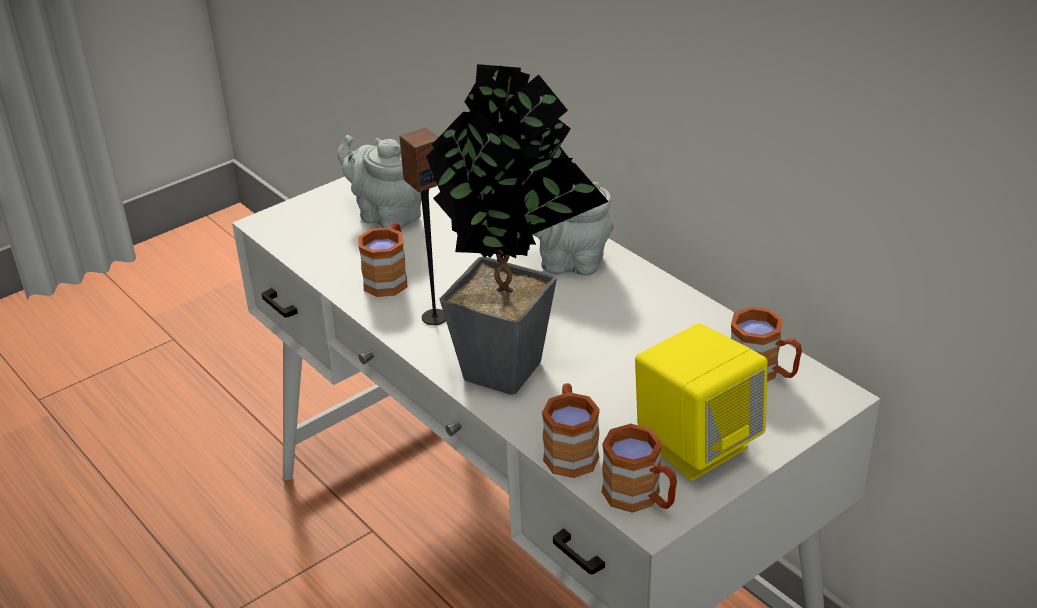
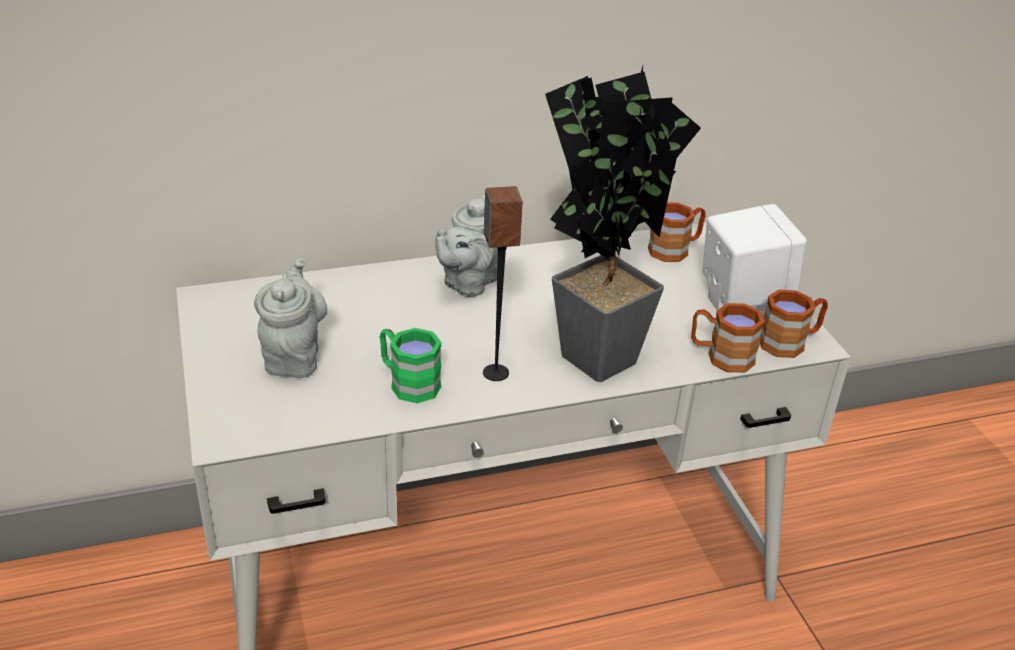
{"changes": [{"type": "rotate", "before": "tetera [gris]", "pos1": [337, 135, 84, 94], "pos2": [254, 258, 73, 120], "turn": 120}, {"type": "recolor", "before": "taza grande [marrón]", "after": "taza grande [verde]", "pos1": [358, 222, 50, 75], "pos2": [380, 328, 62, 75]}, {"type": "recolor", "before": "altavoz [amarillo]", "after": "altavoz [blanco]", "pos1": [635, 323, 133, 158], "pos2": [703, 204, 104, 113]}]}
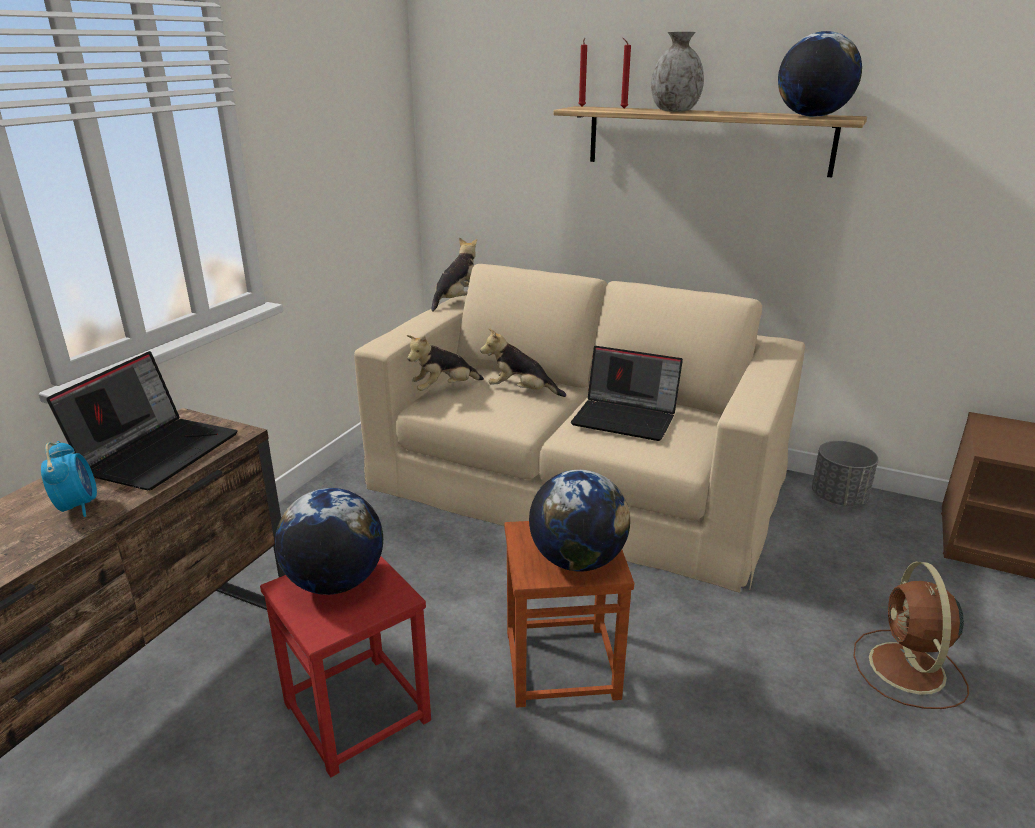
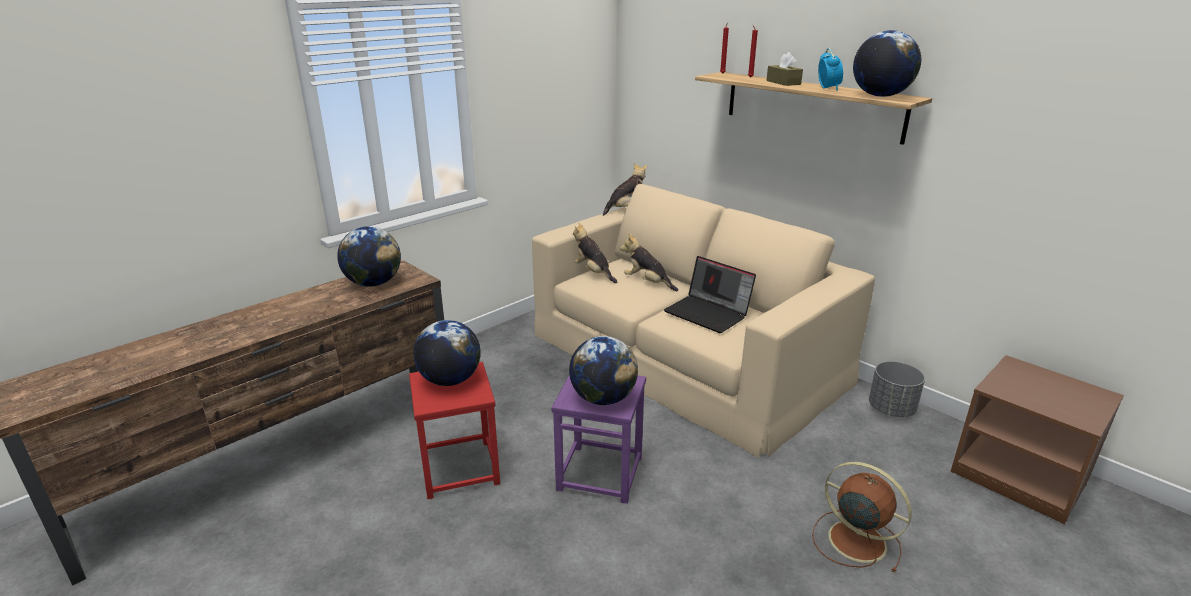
{"changes": [{"type": "replace", "before": "florero [gris]", "after": "caja de pañuelos [marrón]", "pos1": [651, 32, 53, 80], "pos2": [766, 52, 37, 34]}, {"type": "rotate", "before": "peluche", "pos1": [407, 335, 77, 56], "pos2": [573, 223, 44, 60], "turn": 60}, {"type": "replace", "before": "portátil", "after": "globo terráqueo", "pos1": [46, 351, 192, 139], "pos2": [337, 226, 64, 61]}, {"type": "move", "before": "despertador", "pos1": [41, 441, 56, 76], "pos2": [818, 48, 25, 43]}, {"type": "recolor", "before": "taburete [marrón]", "after": "taburete [morado]", "pos1": [504, 521, 130, 187], "pos2": [551, 376, 95, 128]}, {"type": "rotate", "before": "ventilador [marrón]", "pos1": [853, 562, 116, 147], "pos2": [812, 462, 100, 111], "turn": 105}]}
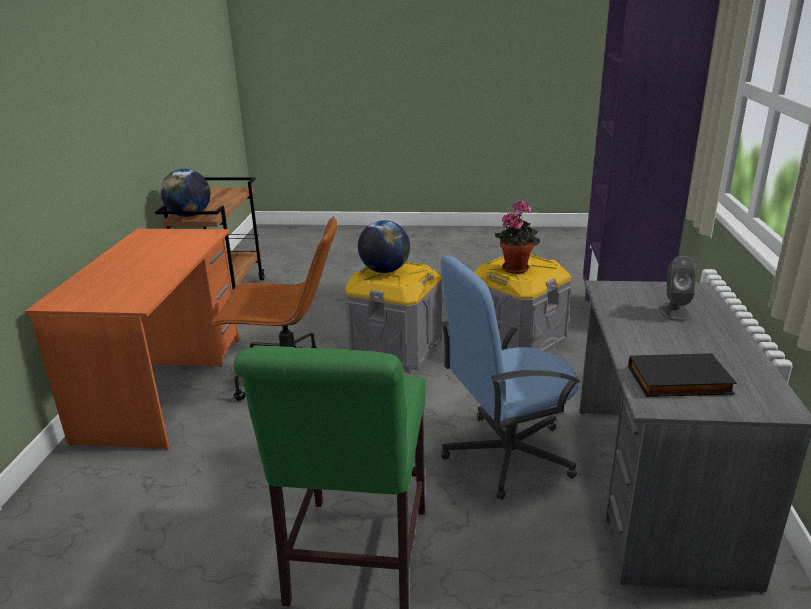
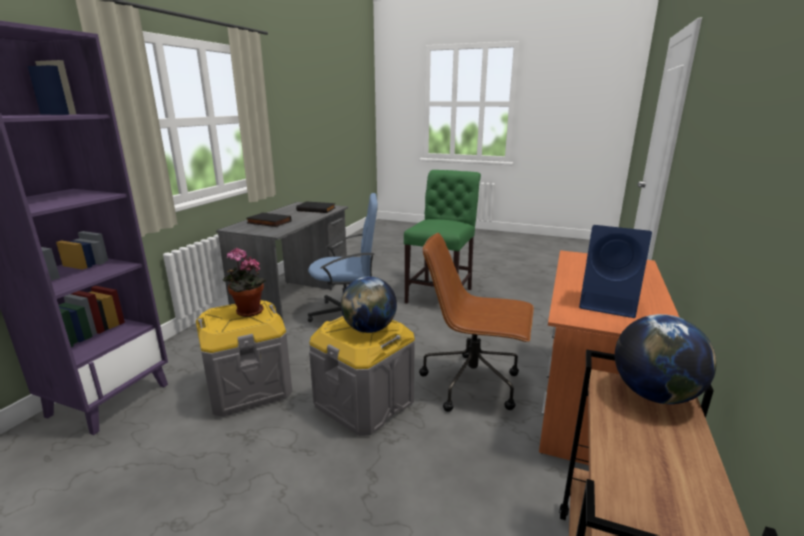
{"changes": [{"type": "replace", "before": "altavoz [gris]", "after": "libro [negro]", "pos1": [659, 256, 37, 65], "pos2": [247, 212, 44, 15]}, {"type": "insert", "after": "altavoz [azul]", "pos2": [579, 225, 73, 93]}]}
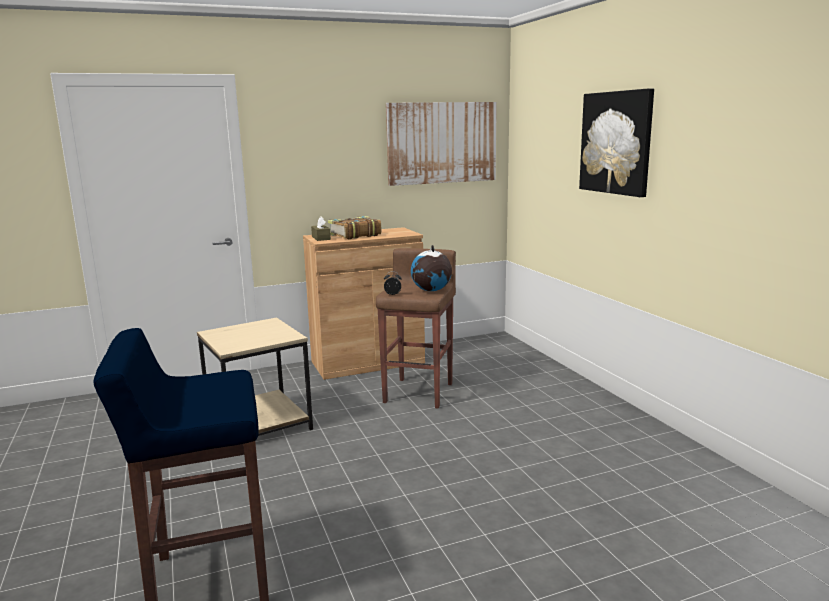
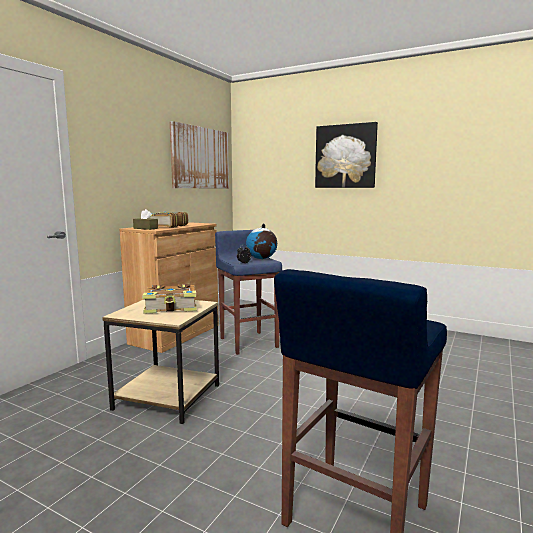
{"changes": [{"type": "recolor", "before": "taburete [marrón]", "after": "taburete [azul]", "pos1": [376, 248, 80, 161], "pos2": [215, 230, 67, 125]}, {"type": "insert", "after": "libro", "pos2": [142, 284, 55, 30]}]}
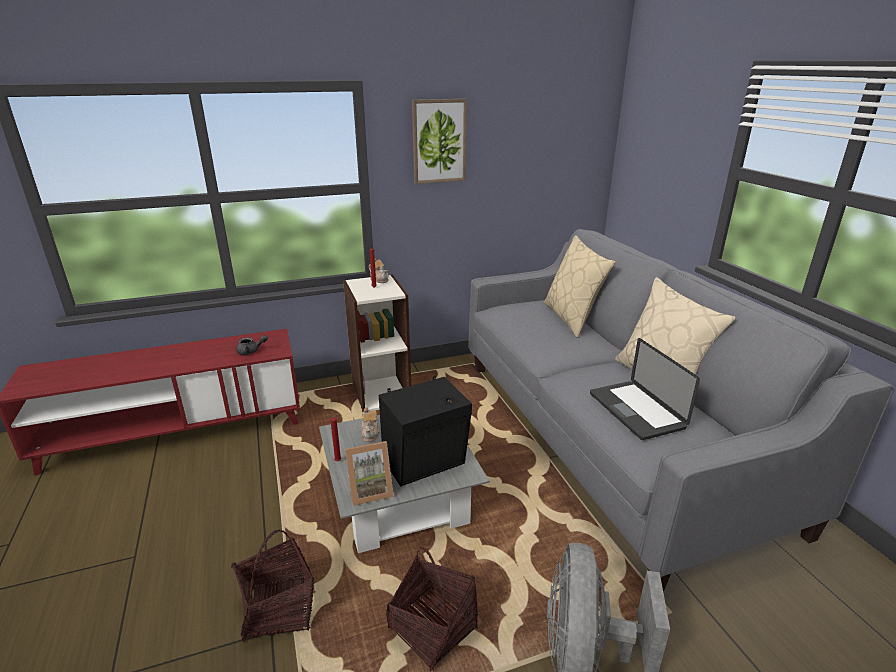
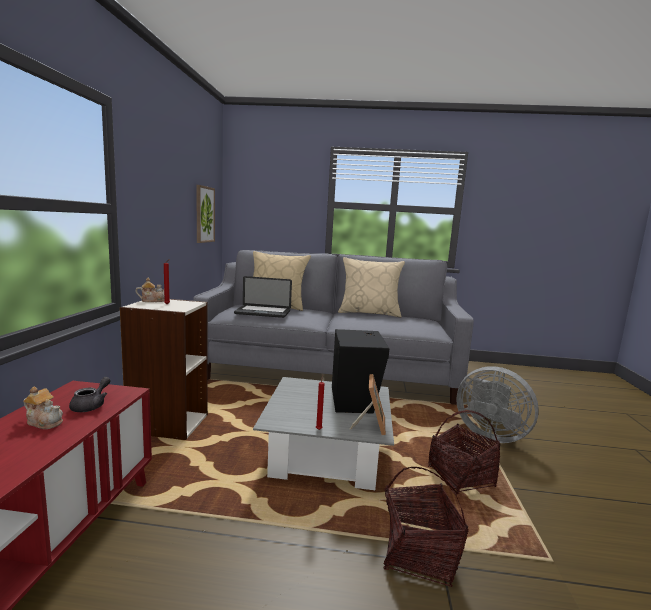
{"changes": [{"type": "move", "before": "cuadro", "pos1": [412, 99, 55, 85], "pos2": [196, 185, 19, 58]}, {"type": "move", "before": "portátil", "pos1": [590, 338, 110, 102], "pos2": [234, 276, 58, 42]}, {"type": "move", "before": "tetera", "pos1": [361, 407, 19, 35], "pos2": [23, 386, 40, 43]}]}
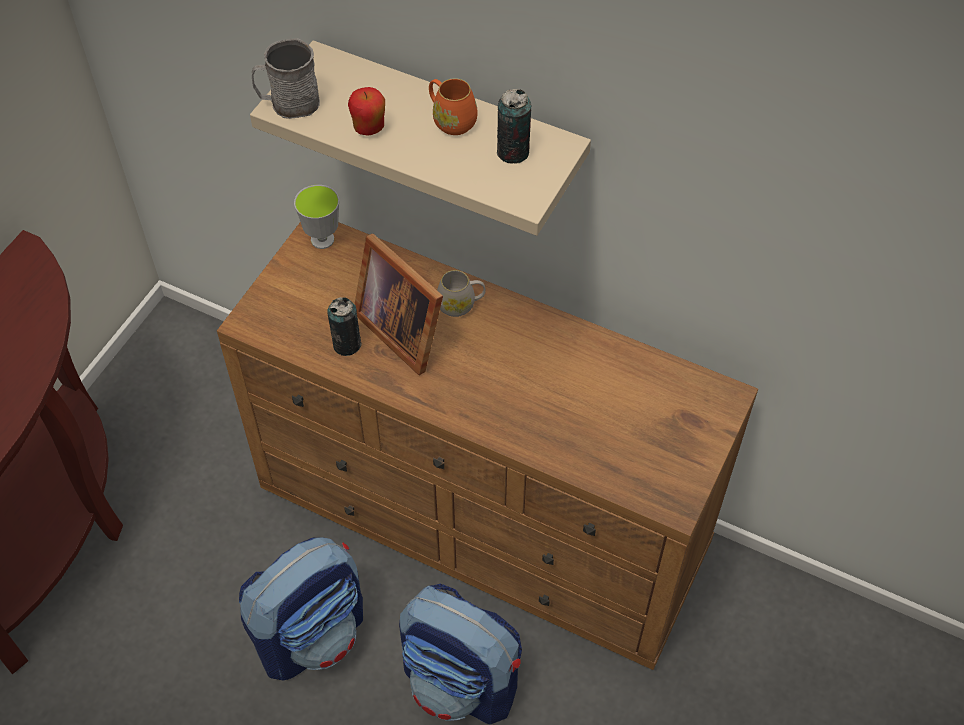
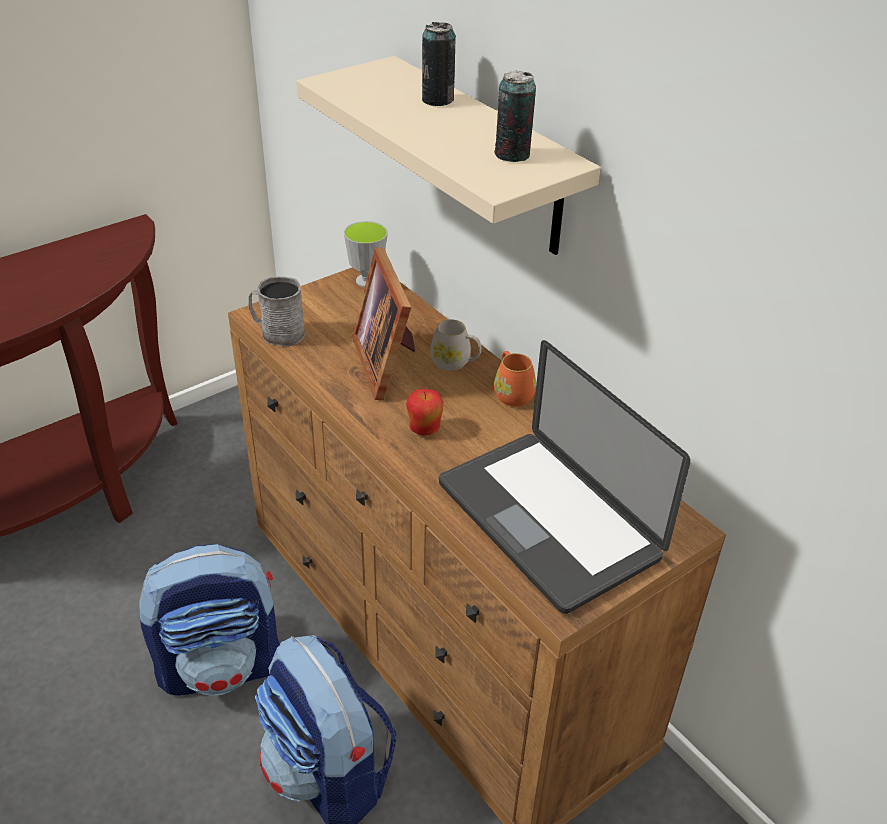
{"changes": [{"type": "move", "before": "taza grande [gris]", "pos1": [252, 38, 68, 81], "pos2": [248, 276, 57, 71]}, {"type": "move", "before": "taza grande [naranja]", "pos1": [429, 78, 49, 57], "pos2": [494, 351, 42, 55]}, {"type": "move", "before": "manzana", "pos1": [348, 87, 37, 49], "pos2": [406, 389, 37, 47]}, {"type": "move", "before": "lata", "pos1": [327, 297, 35, 59], "pos2": [422, 22, 34, 84]}, {"type": "insert", "after": "portátil", "pos2": [439, 340, 252, 274]}]}
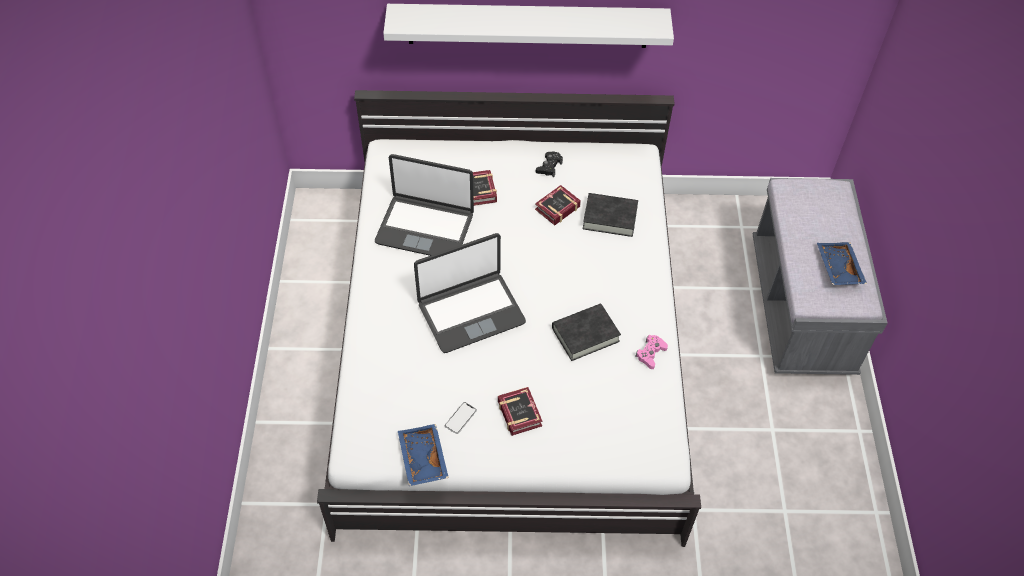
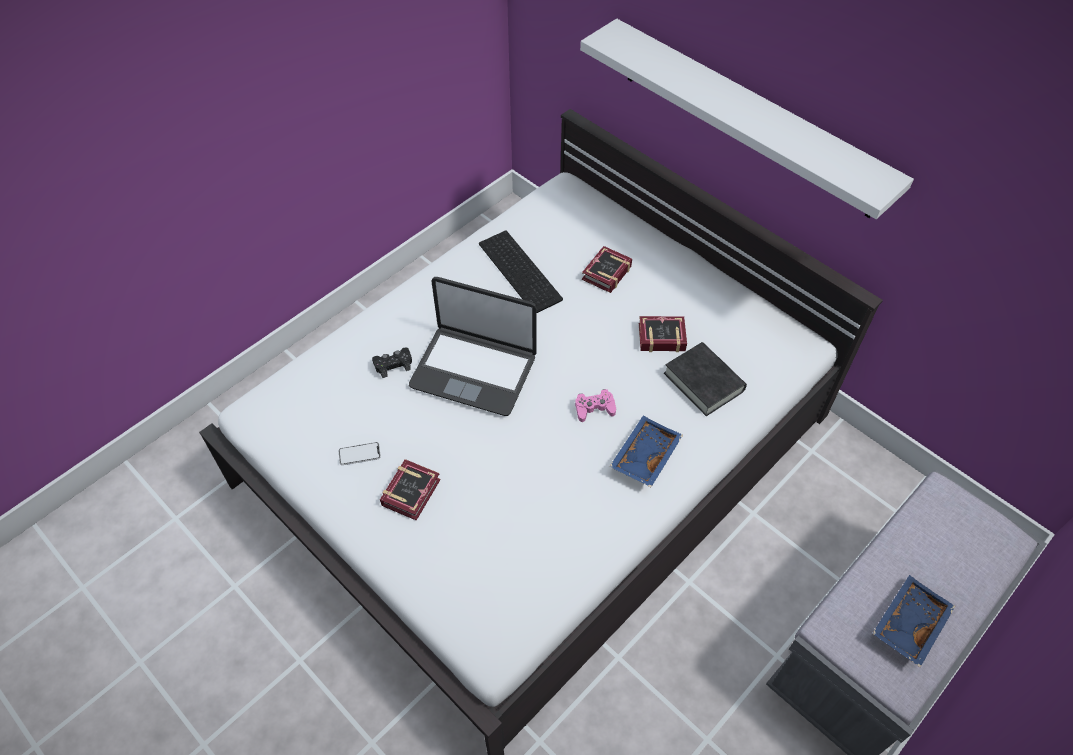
{"changes": [{"type": "move", "before": "mando de consola [negro]", "pos1": [536, 151, 27, 26], "pos2": [372, 347, 40, 31]}, {"type": "replace", "before": "portátil", "after": "teclado", "pos1": [375, 154, 99, 102], "pos2": [479, 230, 84, 84]}, {"type": "delete", "before": "libro [negro]", "pos1": [552, 304, 69, 57]}, {"type": "move", "before": "mando de consola [rosa]", "pos1": [635, 335, 33, 34], "pos2": [575, 389, 41, 33]}, {"type": "move", "before": "bandeja [azul]", "pos1": [398, 424, 51, 62], "pos2": [609, 416, 74, 71]}]}
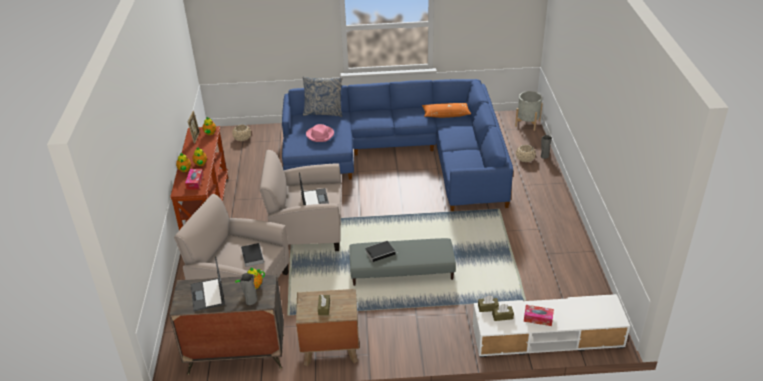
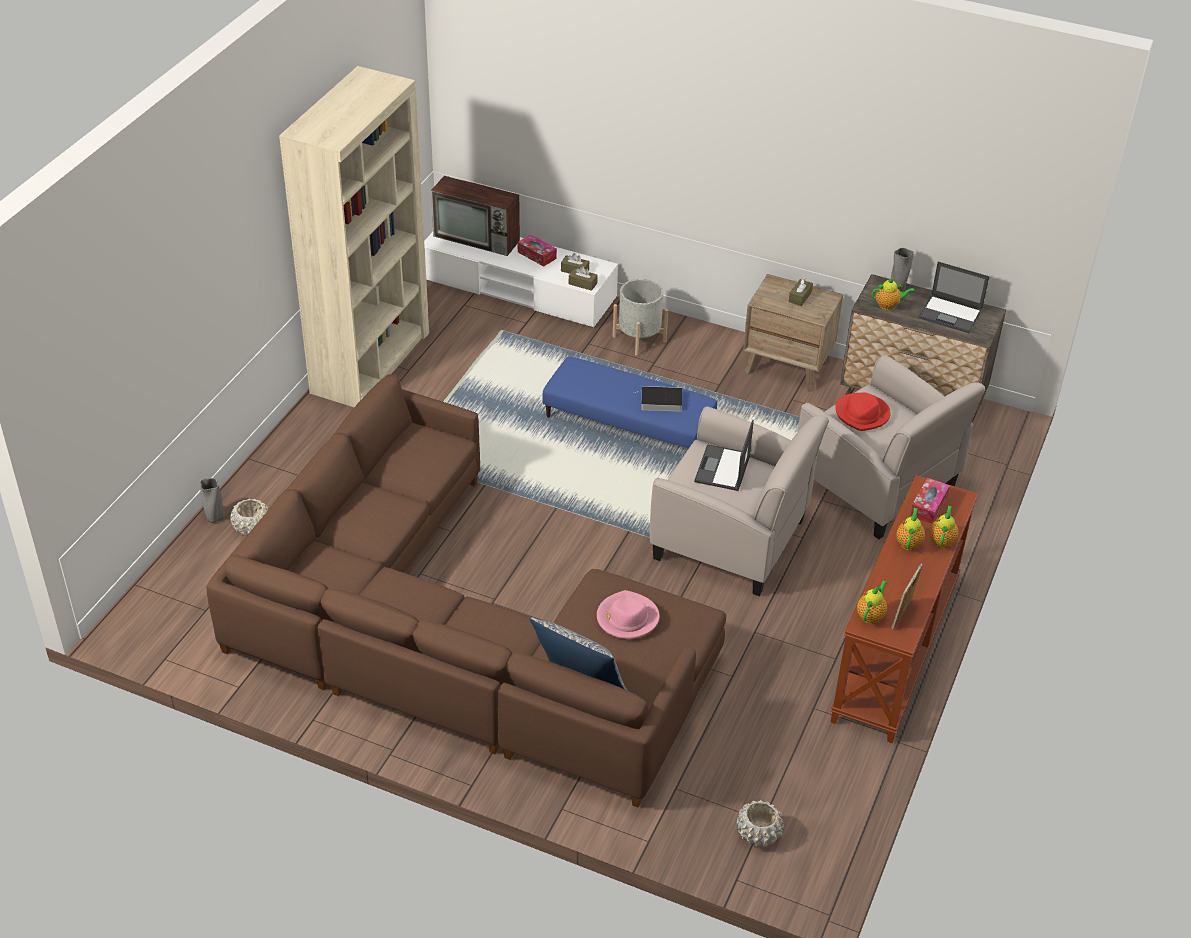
{"changes": [{"type": "recolor", "before": "sofá [azul]", "after": "sofá [marrón]", "pos1": [282, 79, 231, 132], "pos2": [206, 374, 520, 433]}, {"type": "move", "before": "maceta [gris]", "pos1": [515, 91, 28, 40], "pos2": [613, 279, 55, 77]}, {"type": "delete", "before": "cojín [naranja]", "pos1": [422, 103, 49, 15]}, {"type": "recolor", "before": "puf [gris]", "after": "puf [azul]", "pos1": [349, 238, 107, 48], "pos2": [542, 357, 175, 91]}, {"type": "replace", "before": "libro", "after": "sombrero [rojo]", "pos1": [241, 243, 23, 24], "pos2": [835, 392, 56, 39]}, {"type": "rotate", "before": "portátil", "pos1": [190, 256, 35, 55], "pos2": [918, 262, 72, 71], "turn": 105}, {"type": "insert", "after": "estantería [beis]", "pos2": [279, 66, 150, 341]}, {"type": "insert", "after": "televisor", "pos2": [431, 176, 89, 80]}]}
